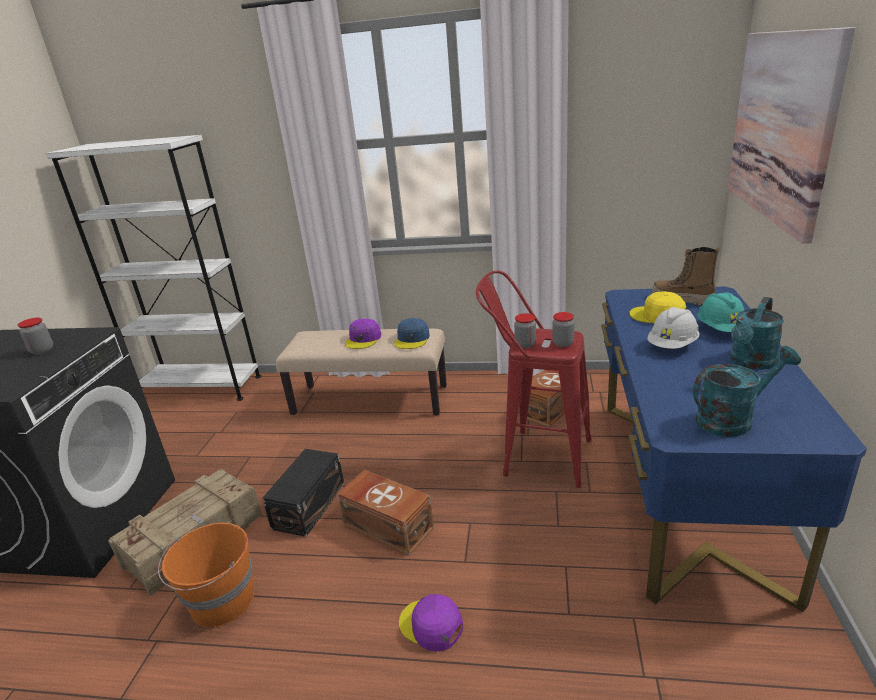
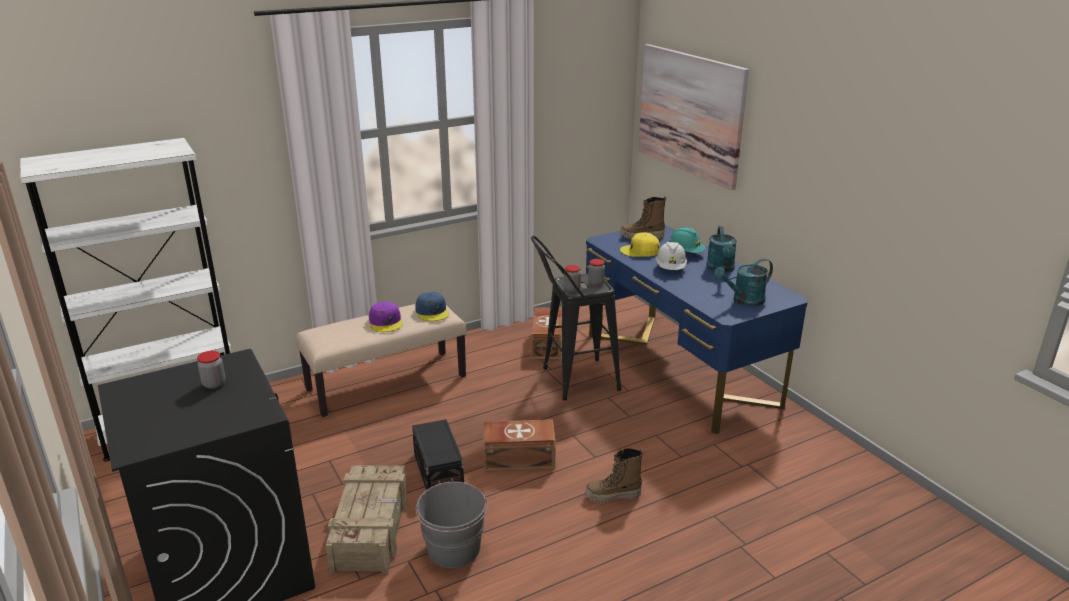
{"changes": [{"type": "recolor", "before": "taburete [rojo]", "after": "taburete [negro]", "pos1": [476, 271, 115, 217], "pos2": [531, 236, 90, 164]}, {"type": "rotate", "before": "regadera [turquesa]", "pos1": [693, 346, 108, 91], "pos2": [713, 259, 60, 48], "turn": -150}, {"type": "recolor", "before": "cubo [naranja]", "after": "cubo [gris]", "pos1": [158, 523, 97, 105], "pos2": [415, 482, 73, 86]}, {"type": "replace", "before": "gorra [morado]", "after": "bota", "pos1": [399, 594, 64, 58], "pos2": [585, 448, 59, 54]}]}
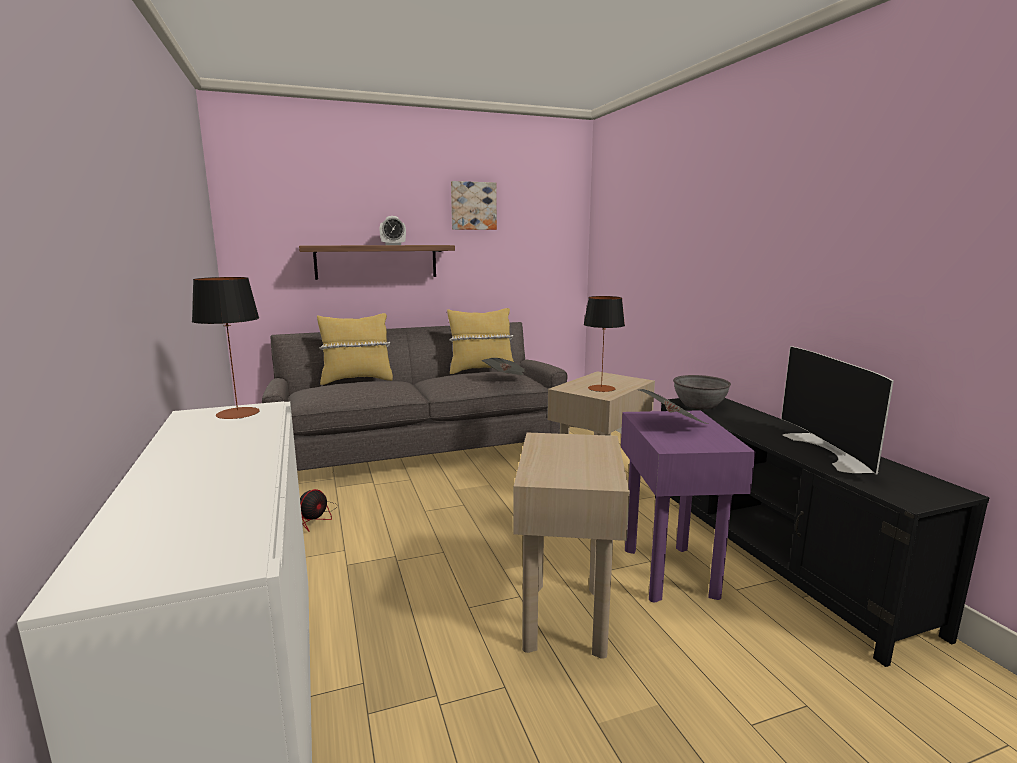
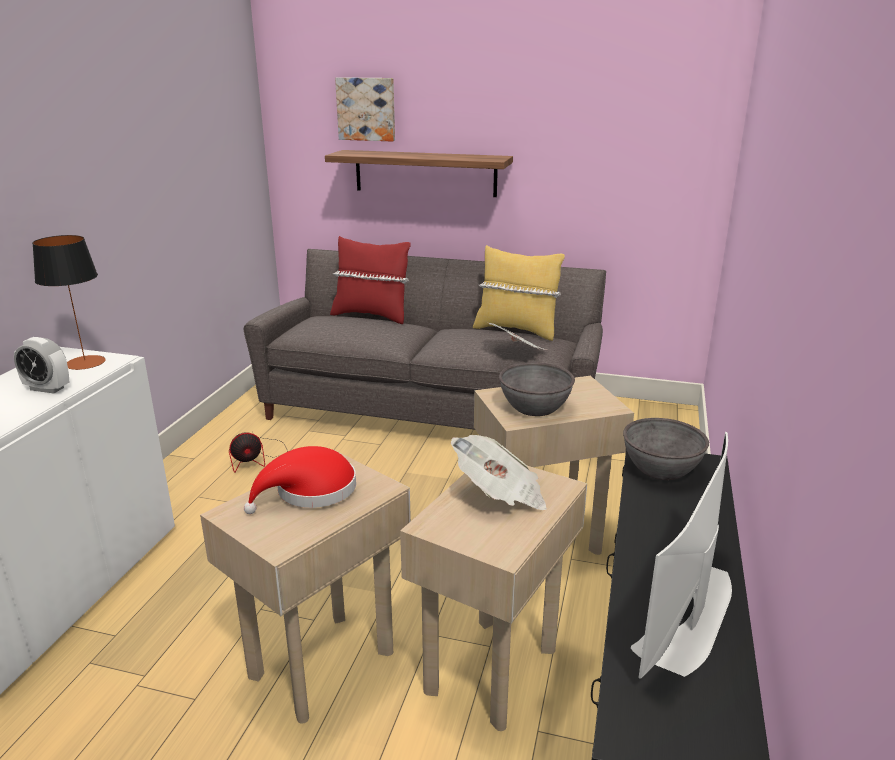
{"changes": [{"type": "move", "before": "cuadro", "pos1": [451, 181, 46, 49], "pos2": [335, 77, 60, 65]}, {"type": "move", "before": "despertador", "pos1": [379, 216, 27, 29], "pos2": [14, 337, 55, 56]}, {"type": "replace", "before": "lámpara de mesa", "after": "cuenco [gris]", "pos1": [584, 296, 41, 96], "pos2": [499, 362, 76, 54]}, {"type": "recolor", "before": "cojín [amarillo]", "after": "cojín [rojo]", "pos1": [317, 313, 76, 72], "pos2": [330, 236, 80, 88]}, {"type": "recolor", "before": "mesa auxiliar [morado]", "after": "mesa auxiliar [beis]", "pos1": [621, 410, 134, 192], "pos2": [400, 466, 187, 265]}, {"type": "insert", "after": "sombrero [rojo]", "pos2": [244, 446, 112, 68]}]}
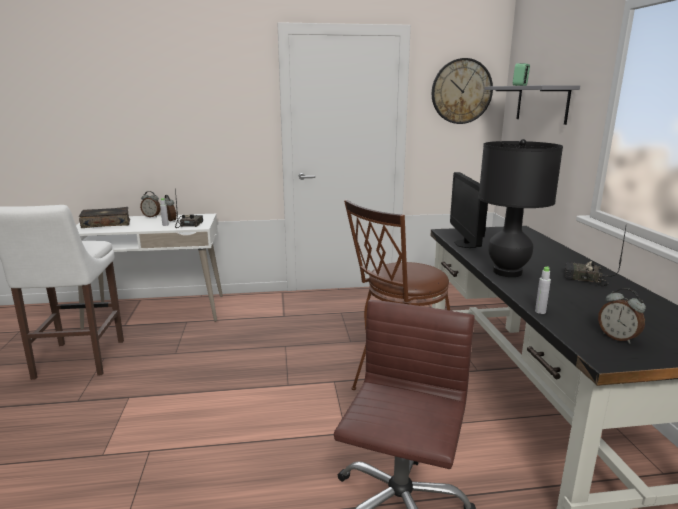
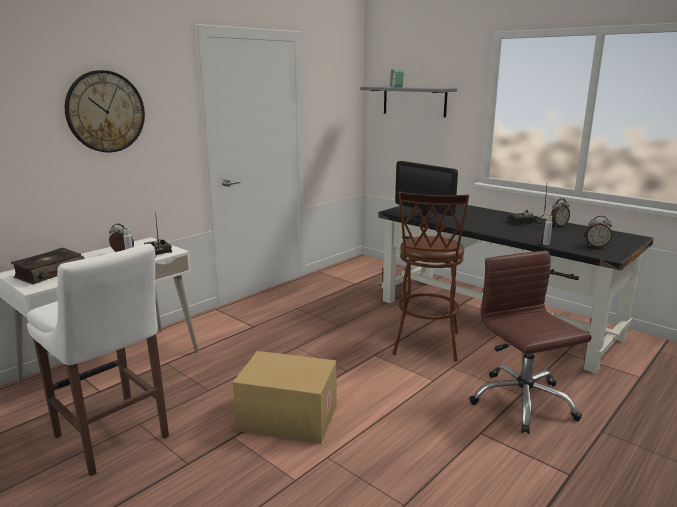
{"changes": [{"type": "move", "before": "reloj de pared", "pos1": [432, 58, 61, 66], "pos2": [65, 70, 80, 83]}, {"type": "delete", "before": "lámpara de mesa [negro]", "pos1": [478, 139, 85, 138]}, {"type": "move", "before": "despertador", "pos1": [140, 191, 21, 27], "pos2": [551, 198, 19, 29]}, {"type": "insert", "after": "caja de cartón", "pos2": [233, 351, 104, 93]}]}
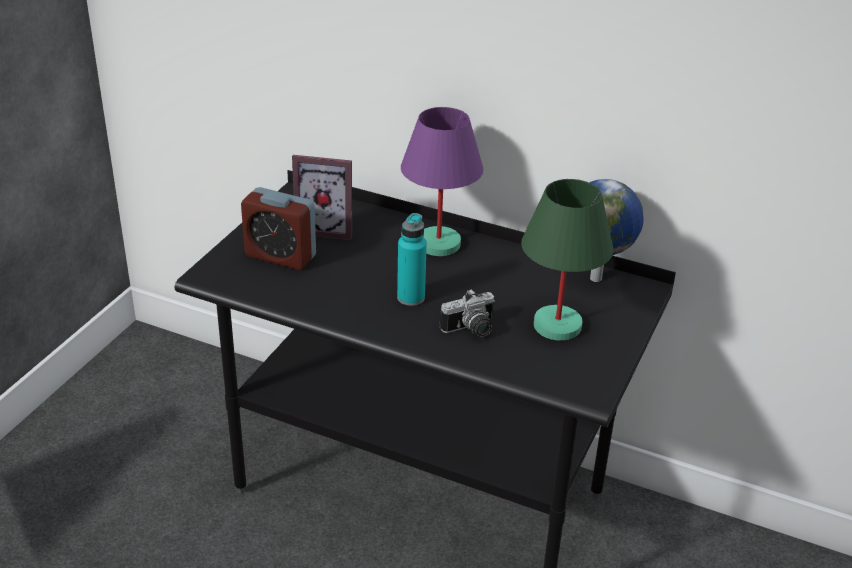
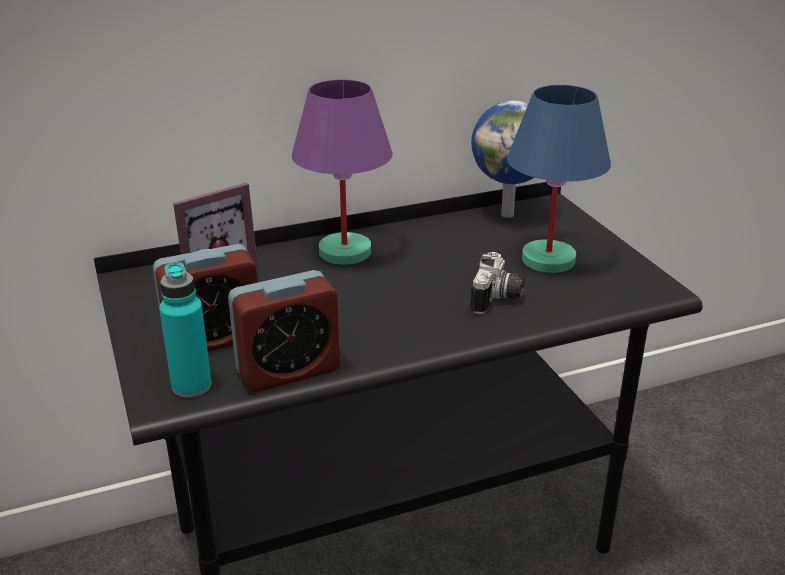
{"changes": [{"type": "recolor", "before": "lámpara de mesa [verde]", "after": "lámpara de mesa [azul]", "pos1": [521, 179, 92, 162], "pos2": [507, 85, 104, 188]}, {"type": "move", "before": "botella [turquesa]", "pos1": [397, 213, 30, 93], "pos2": [159, 262, 53, 136]}, {"type": "insert", "after": "despertador", "pos2": [228, 270, 112, 122]}]}
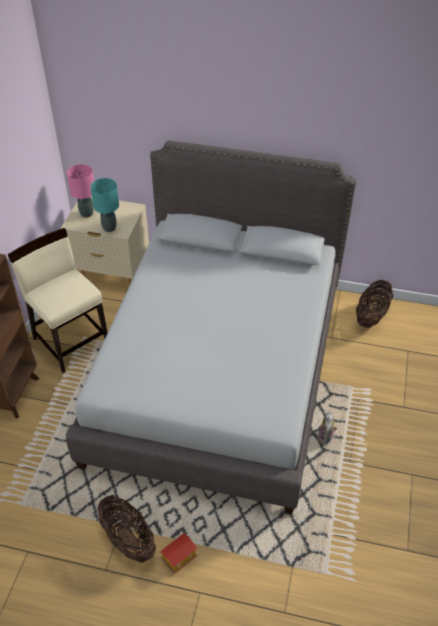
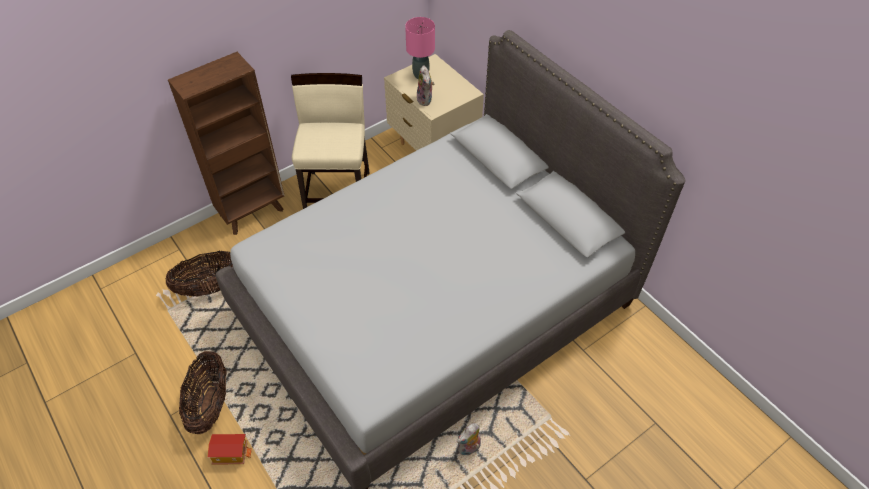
{"changes": [{"type": "replace", "before": "lámpara de mesa [turquesa]", "after": "peluche", "pos1": [90, 178, 29, 54], "pos2": [417, 65, 17, 41]}, {"type": "move", "before": "cesta", "pos1": [356, 280, 37, 48], "pos2": [166, 251, 67, 45]}]}
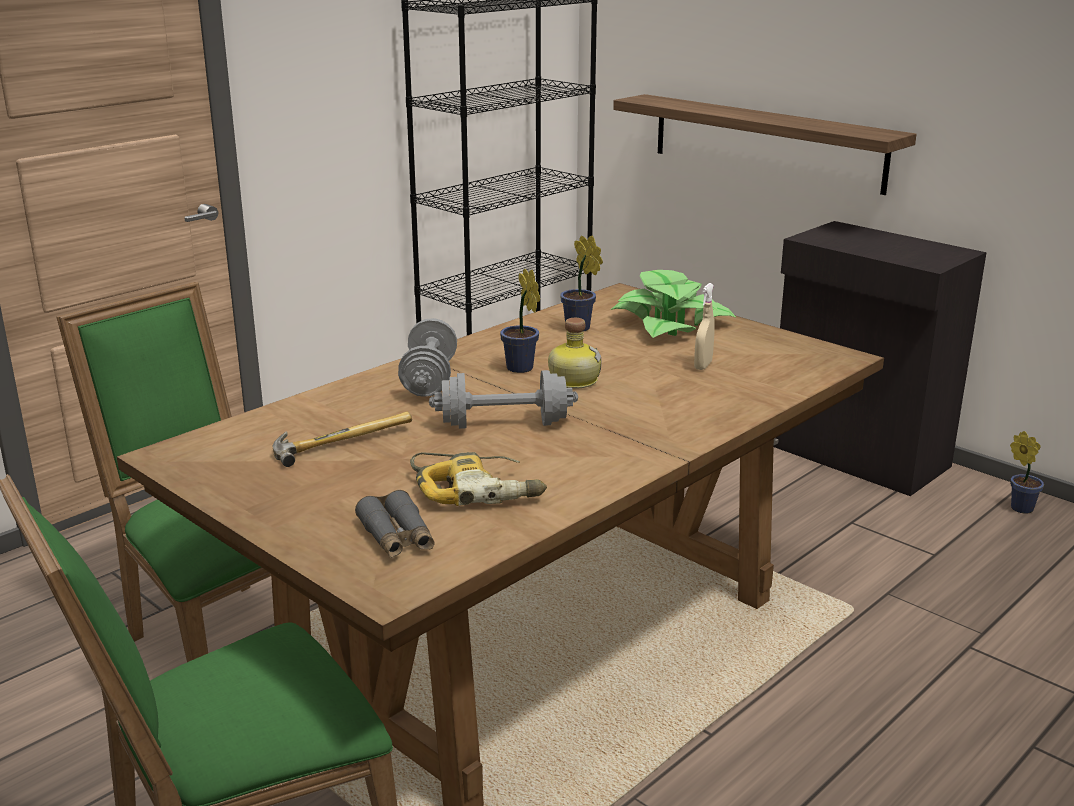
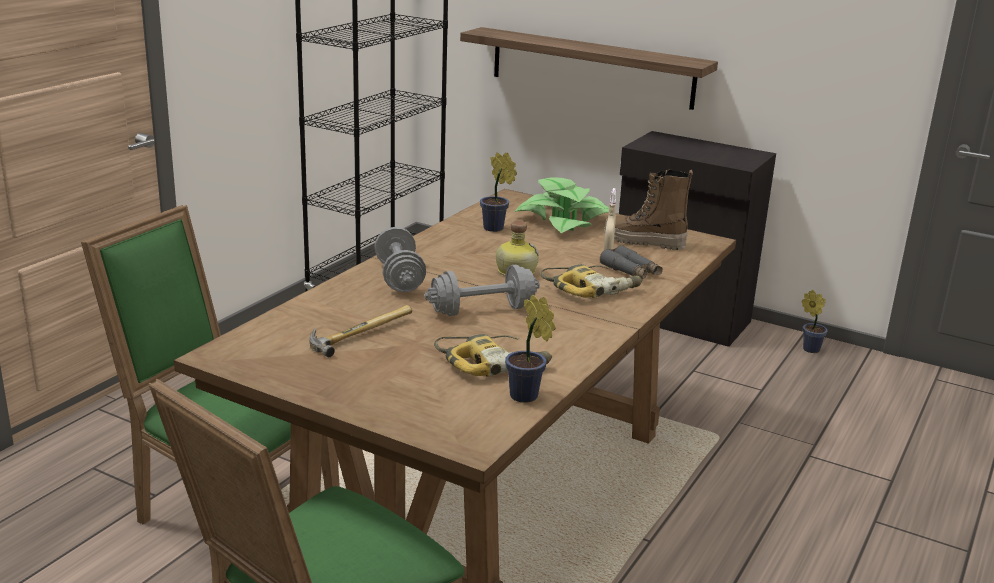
{"changes": [{"type": "move", "before": "planta en maceta", "pos1": [500, 268, 40, 105], "pos2": [505, 294, 51, 109]}, {"type": "move", "before": "prismáticos [gris]", "pos1": [355, 490, 79, 68], "pos2": [600, 245, 63, 34]}, {"type": "insert", "after": "bota", "pos2": [604, 170, 89, 80]}, {"type": "insert", "after": "taladro", "pos2": [540, 264, 102, 34]}]}
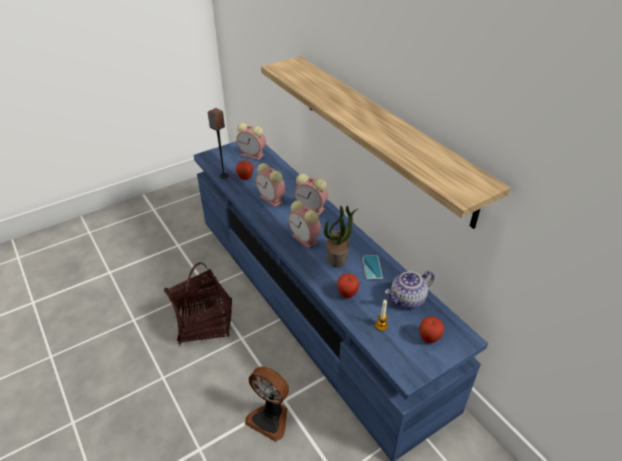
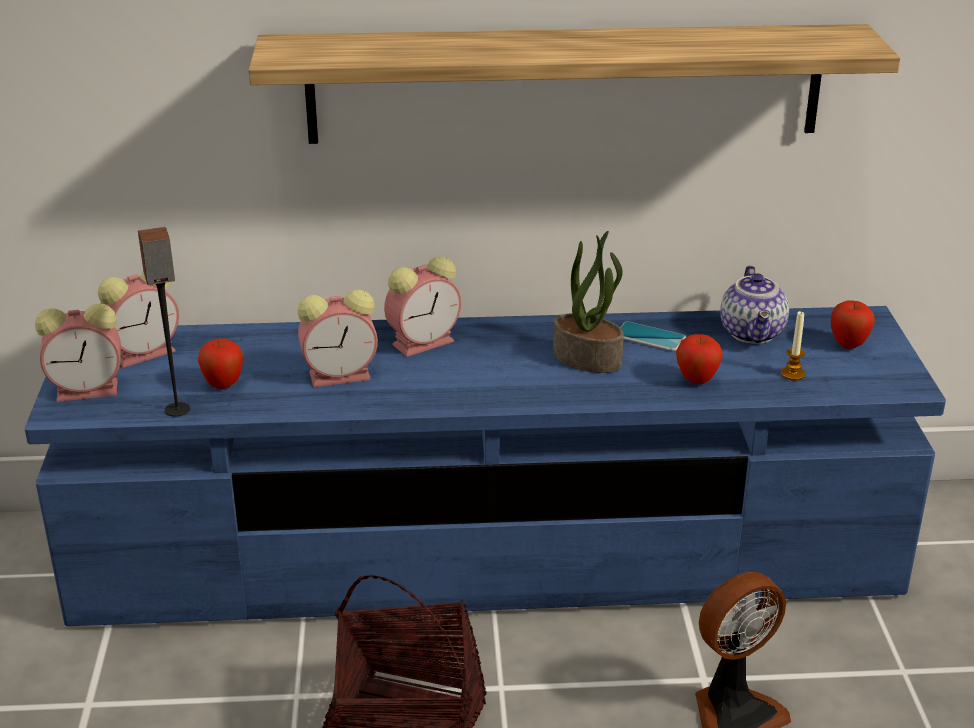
{"changes": [{"type": "move", "before": "despertador", "pos1": [288, 201, 33, 47], "pos2": [35, 304, 86, 98]}]}
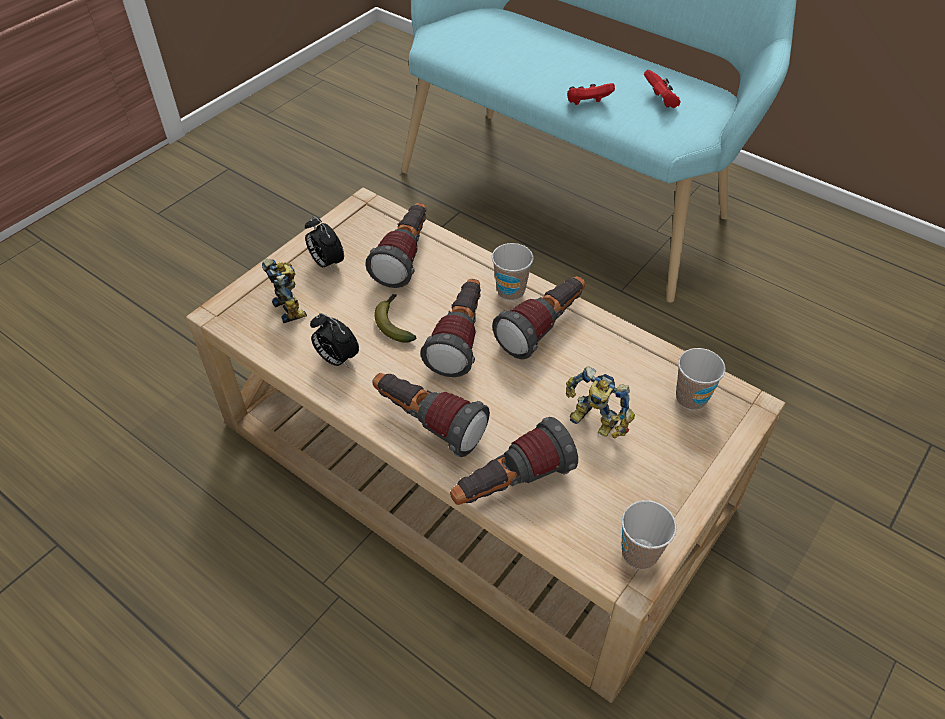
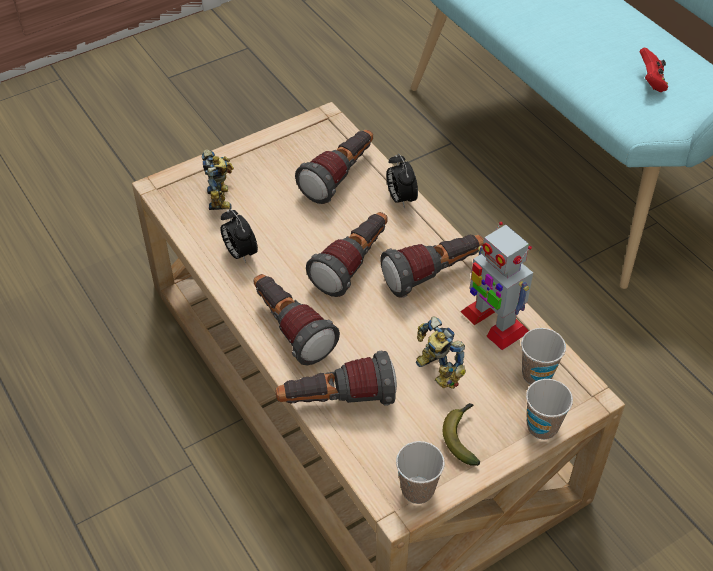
{"changes": [{"type": "delete", "before": "mando de consola [rojo]", "pos1": [567, 83, 48, 22]}, {"type": "move", "before": "despertador", "pos1": [305, 216, 39, 56], "pos2": [386, 153, 32, 56]}, {"type": "move", "before": "taza", "pos1": [492, 243, 41, 58], "pos2": [526, 379, 47, 61]}, {"type": "move", "before": "plátano", "pos1": [374, 294, 42, 48], "pos2": [443, 403, 37, 63]}, {"type": "insert", "after": "robot de juguete", "pos2": [460, 222, 73, 128]}]}
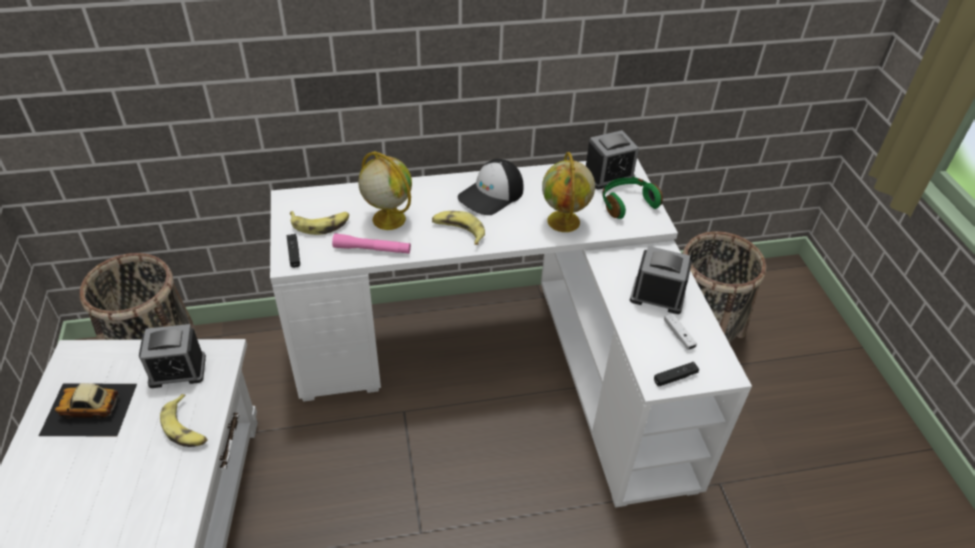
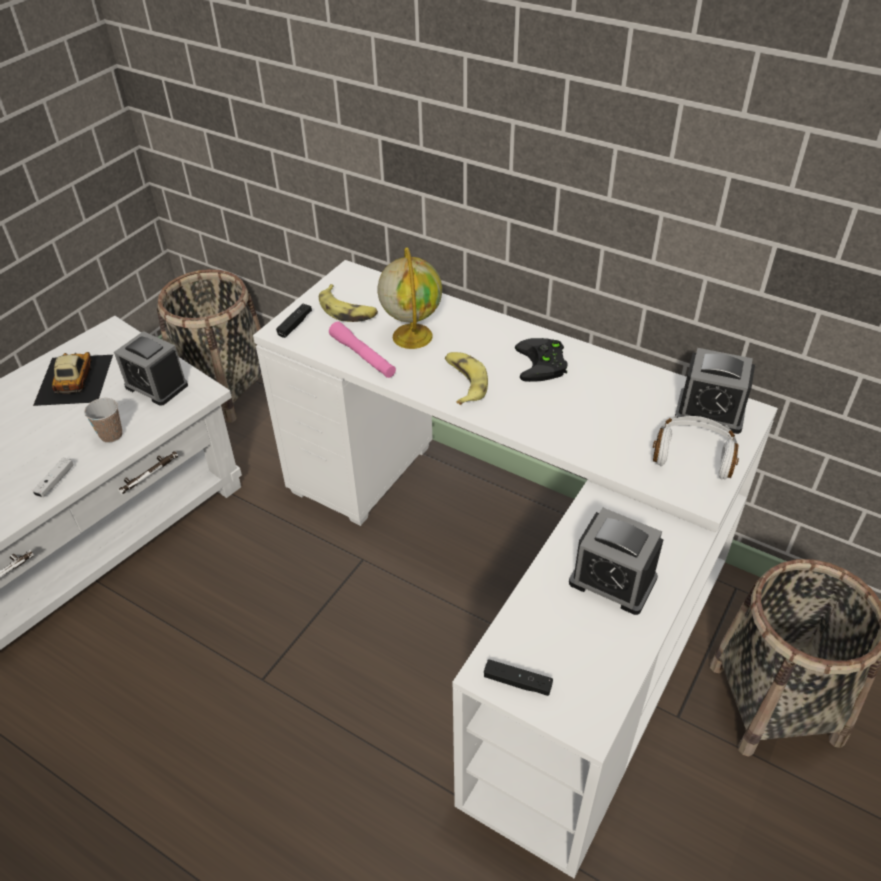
{"changes": [{"type": "delete", "before": "globo terráqueo", "pos1": [542, 152, 53, 80]}, {"type": "replace", "before": "gorra", "after": "mando de consola [negro]", "pos1": [458, 159, 65, 56], "pos2": [515, 338, 53, 44]}, {"type": "recolor", "before": "auriculares [verde]", "after": "auriculares [blanco]", "pos1": [602, 177, 61, 42], "pos2": [653, 415, 86, 65]}, {"type": "rotate", "before": "despertador", "pos1": [630, 246, 62, 68], "pos2": [569, 508, 95, 107], "turn": 150}, {"type": "move", "before": "mando de consola [blanco]", "pos1": [664, 313, 33, 37], "pos2": [32, 458, 42, 39]}, {"type": "rotate", "before": "coche de juguete", "pos1": [39, 383, 98, 53], "pos2": [33, 352, 80, 54], "turn": 45}, {"type": "replace", "before": "plátano", "after": "taza", "pos1": [160, 394, 48, 53], "pos2": [84, 398, 38, 45]}]}
